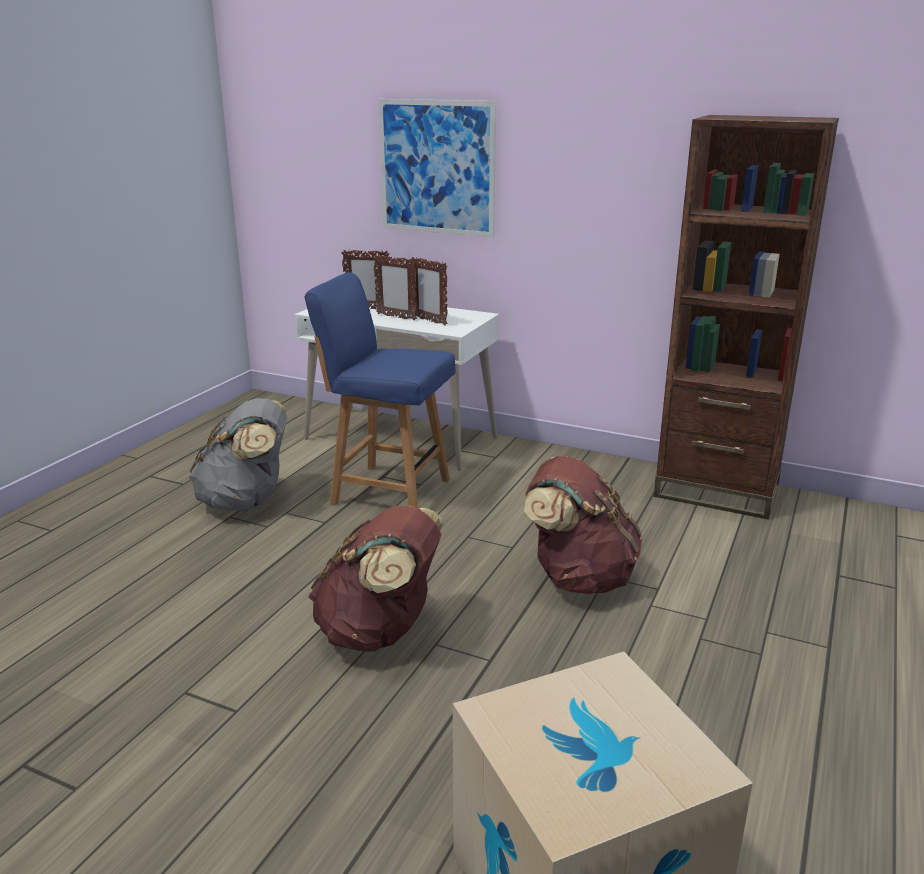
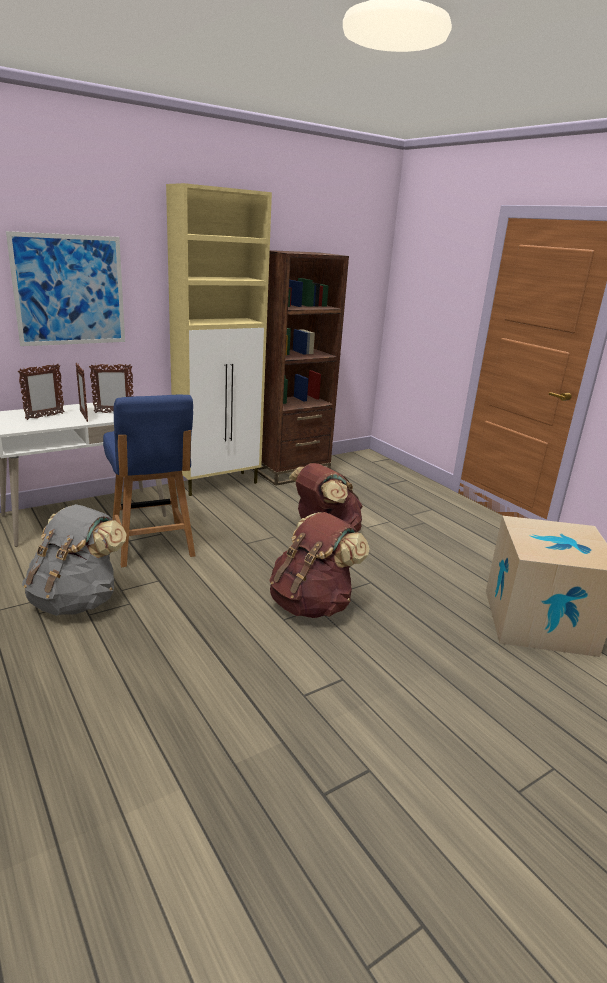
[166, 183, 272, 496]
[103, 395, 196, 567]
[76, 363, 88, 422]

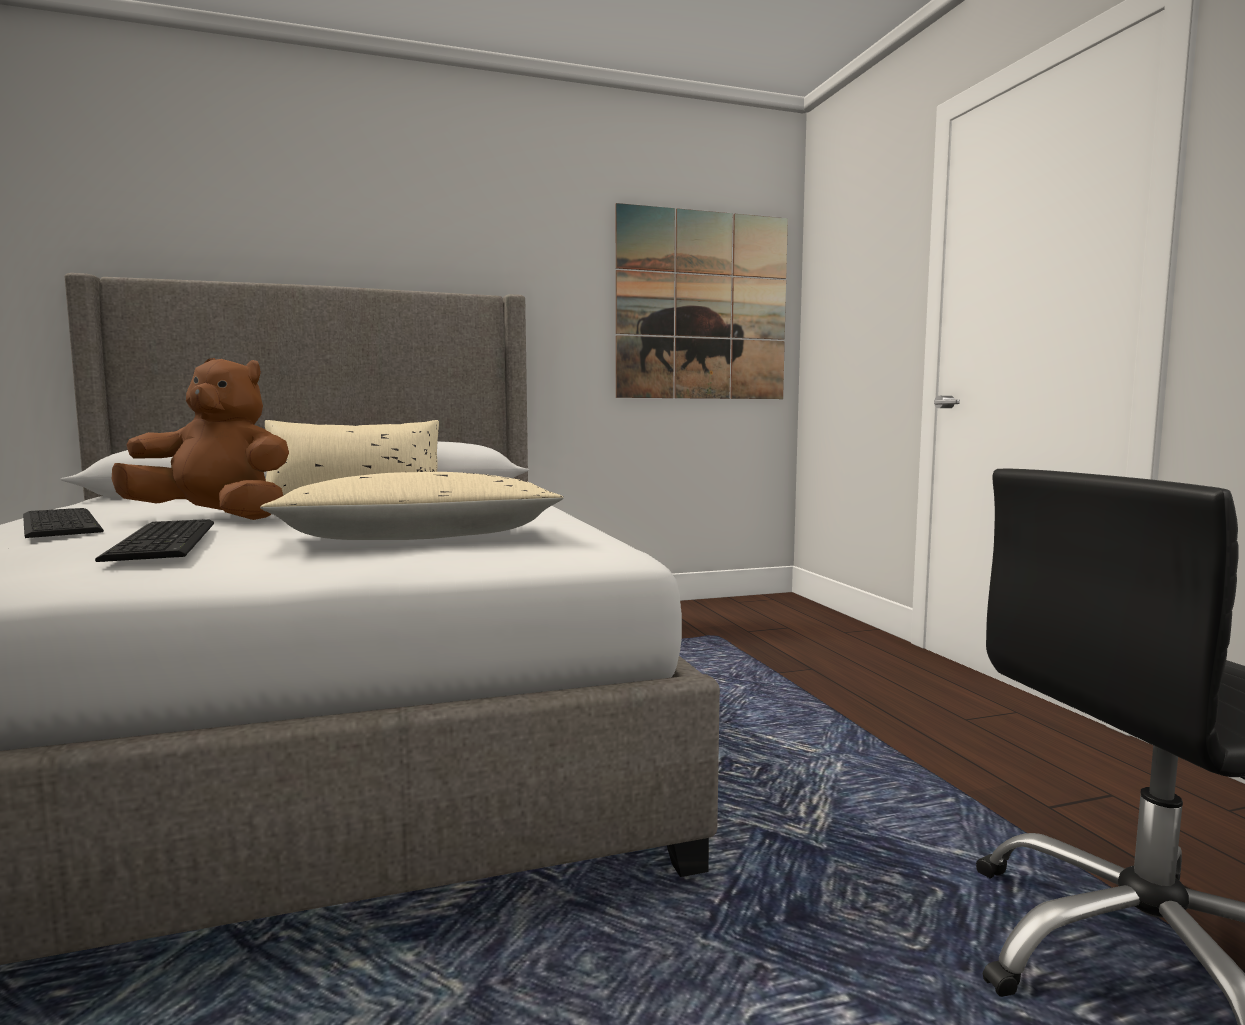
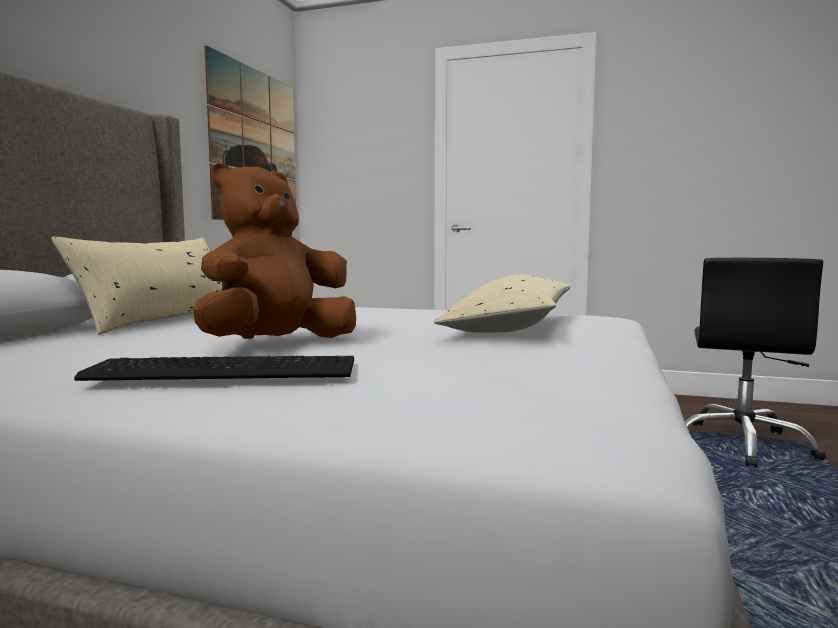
[95, 519, 214, 562] (first image)

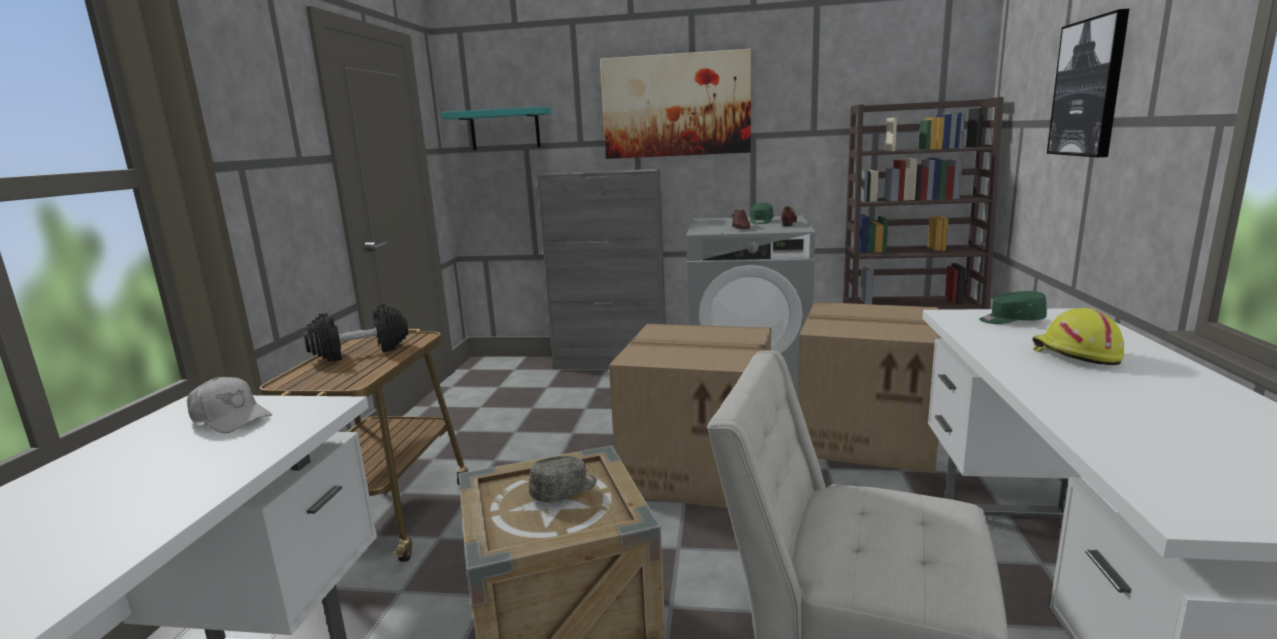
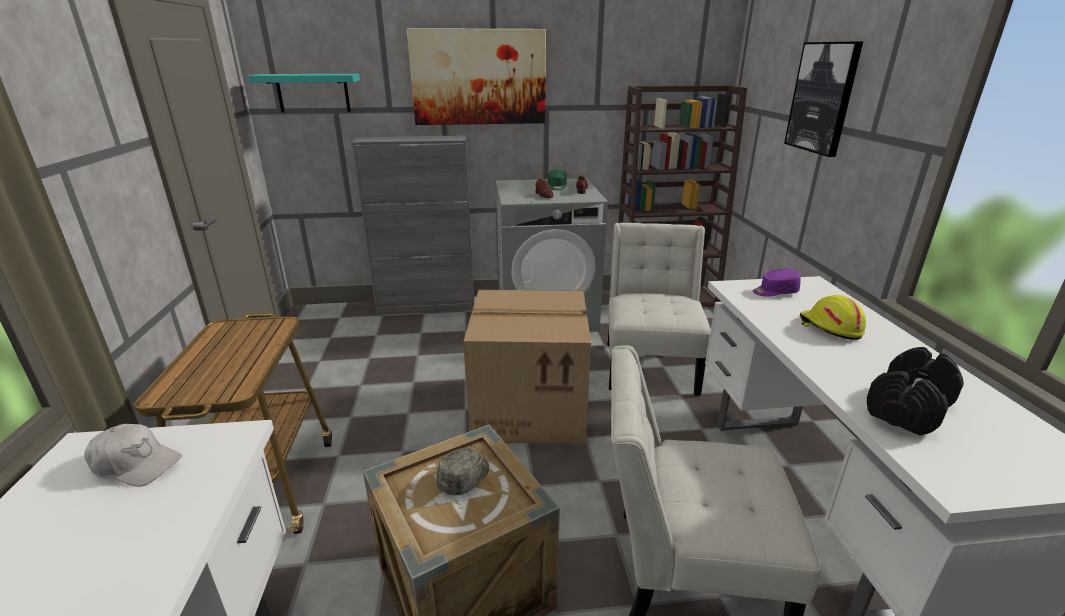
[867, 347, 964, 436]
[607, 223, 711, 396]
[753, 269, 801, 297]

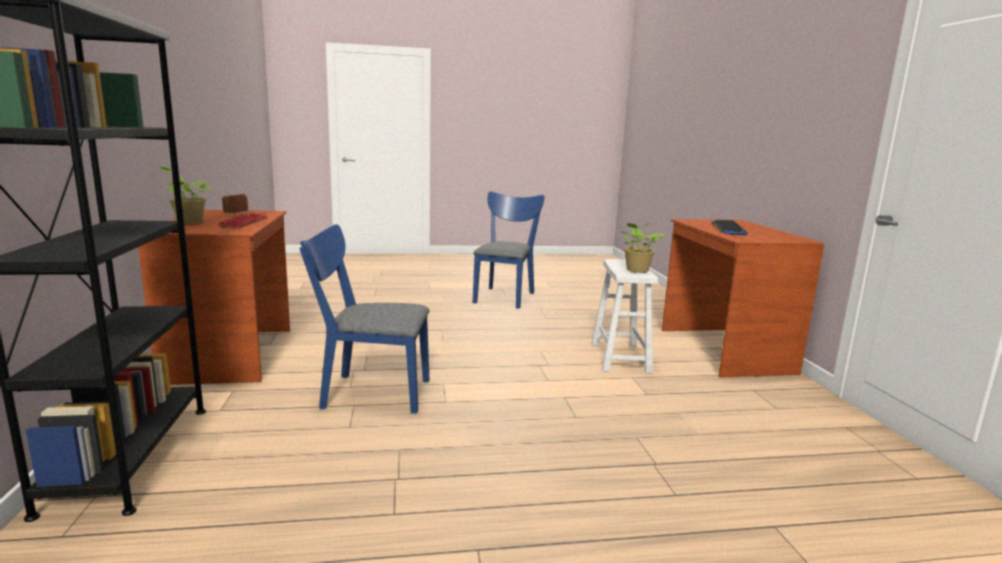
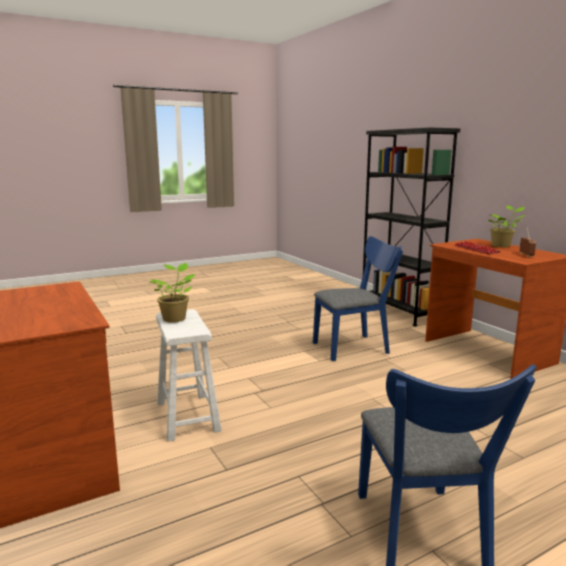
[711, 220, 748, 235] (first image)

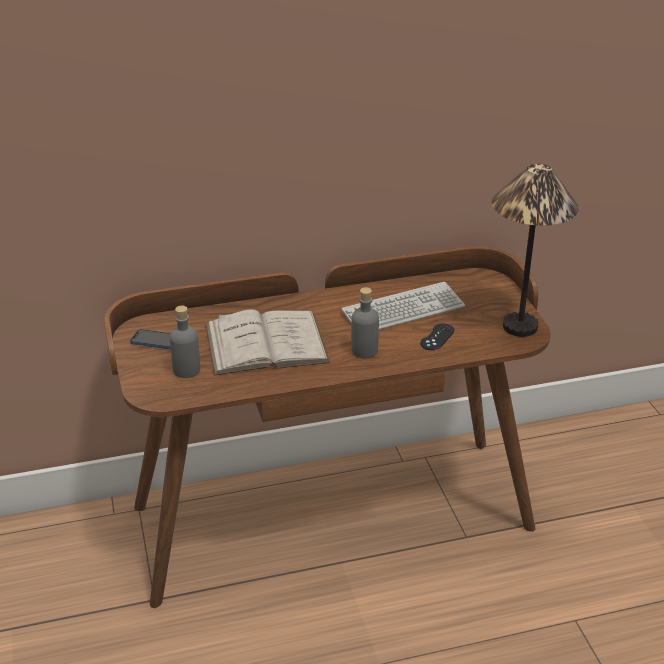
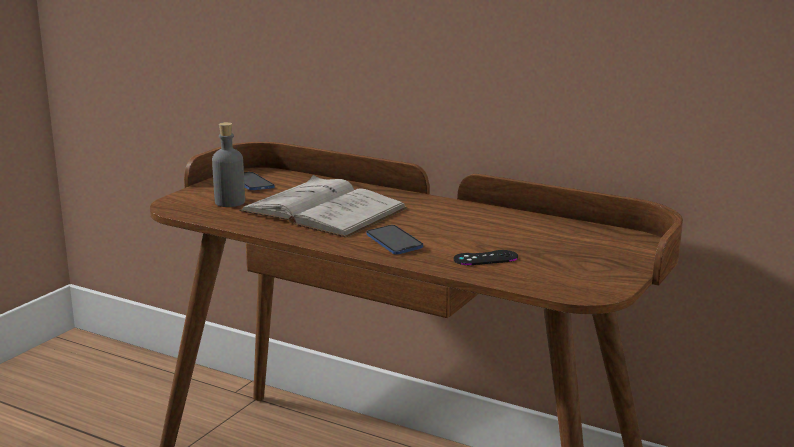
[341, 282, 465, 330] (first image)
[492, 164, 579, 337] (first image)
[367, 225, 423, 254]

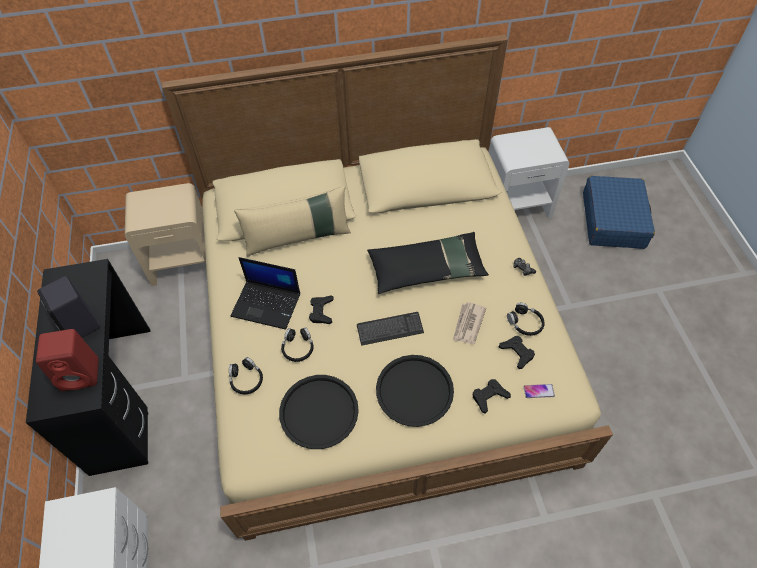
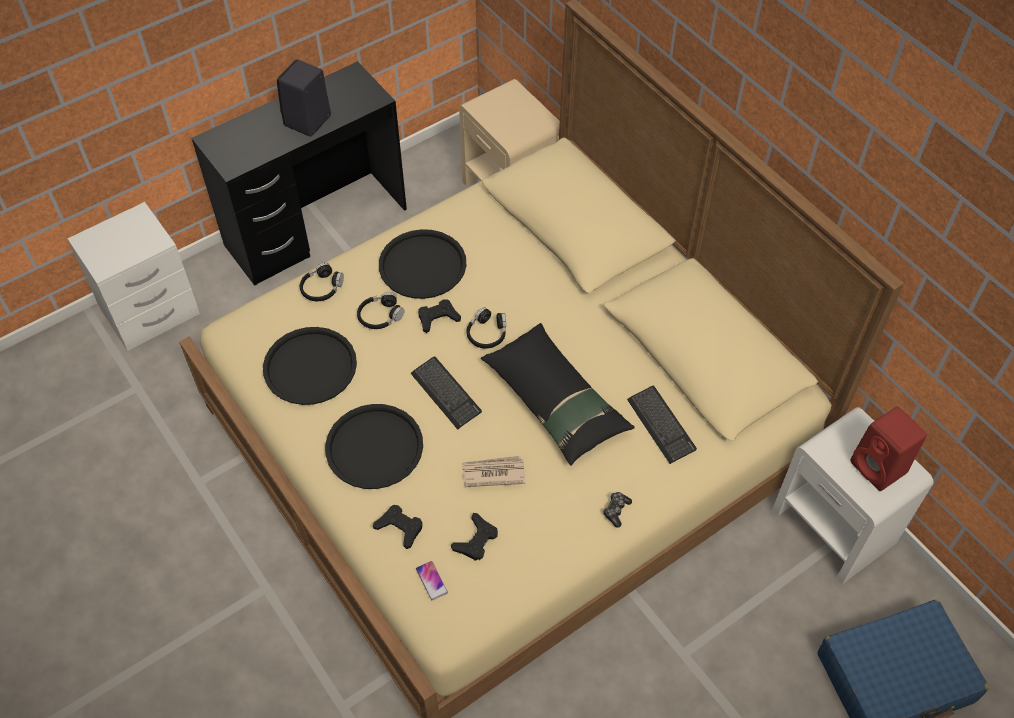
[234, 185, 351, 257] (first image)
[627, 386, 697, 464]
[850, 407, 927, 491]
[467, 307, 506, 349]
[379, 229, 466, 299]

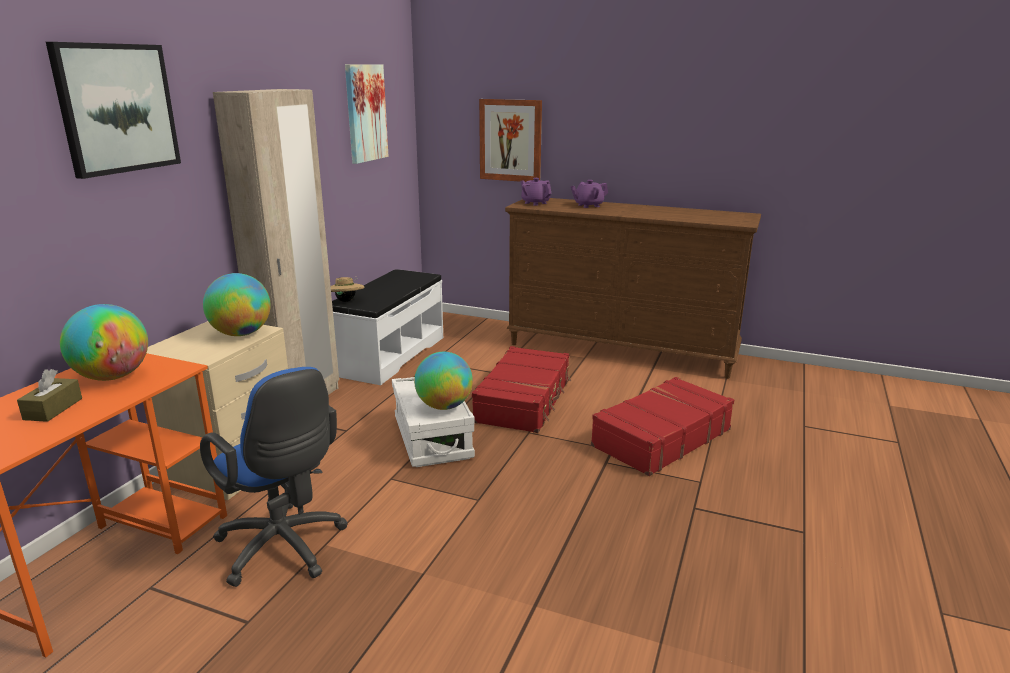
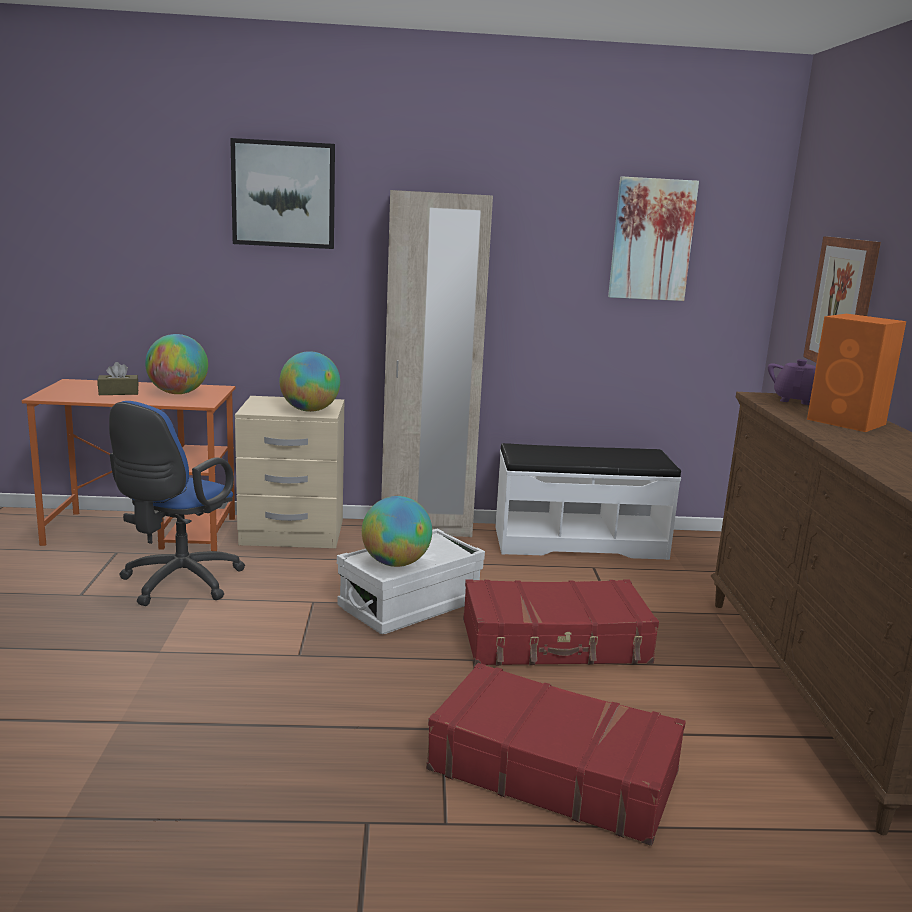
[331, 276, 365, 302] (first image)
[807, 314, 906, 432]

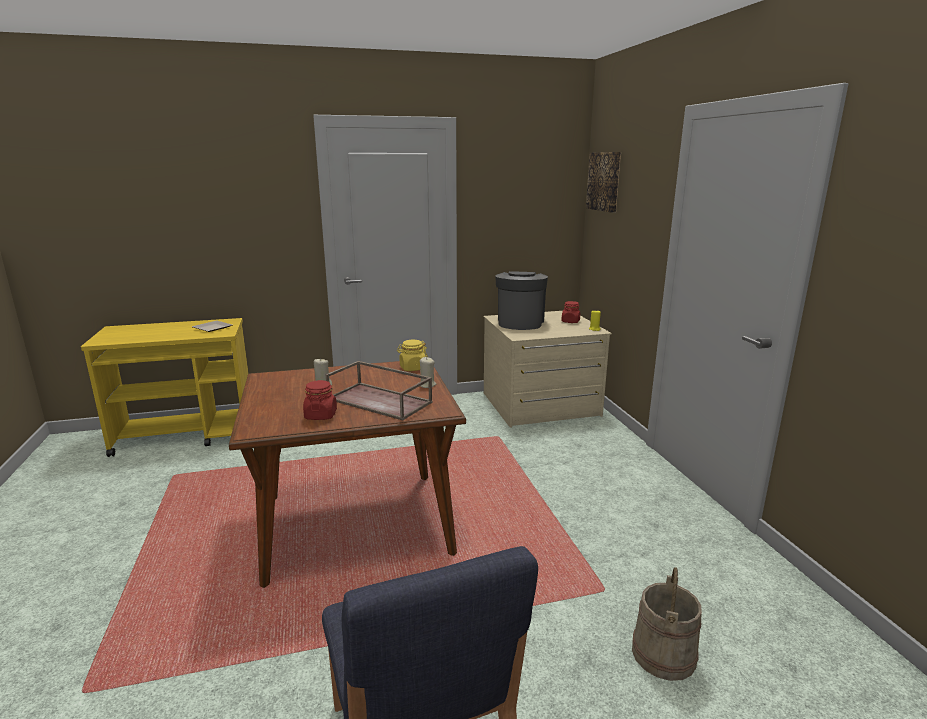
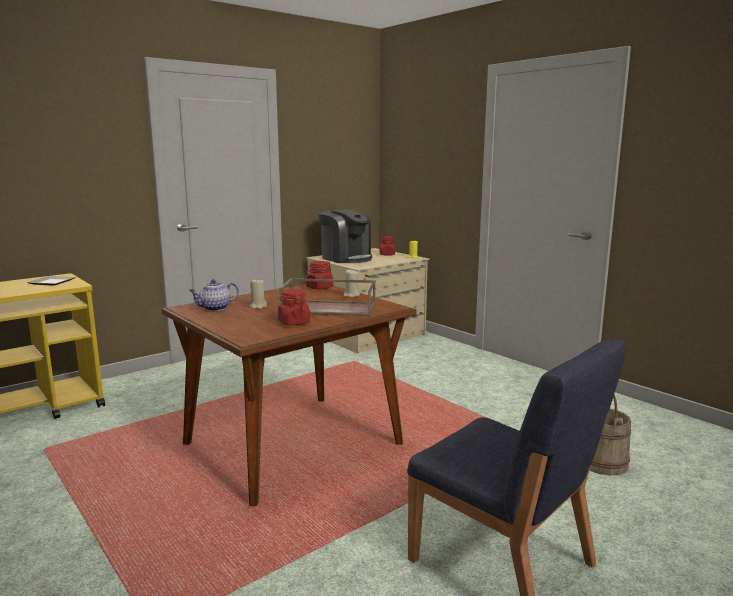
[586, 152, 621, 213] (first image)
[189, 279, 239, 311]
[306, 261, 333, 289]
[318, 209, 372, 263]

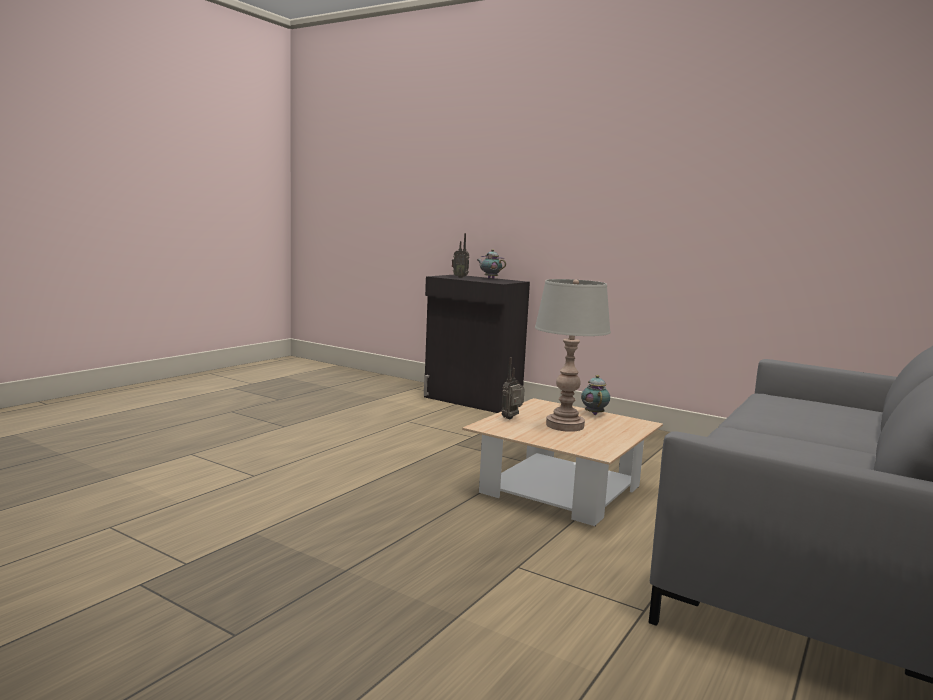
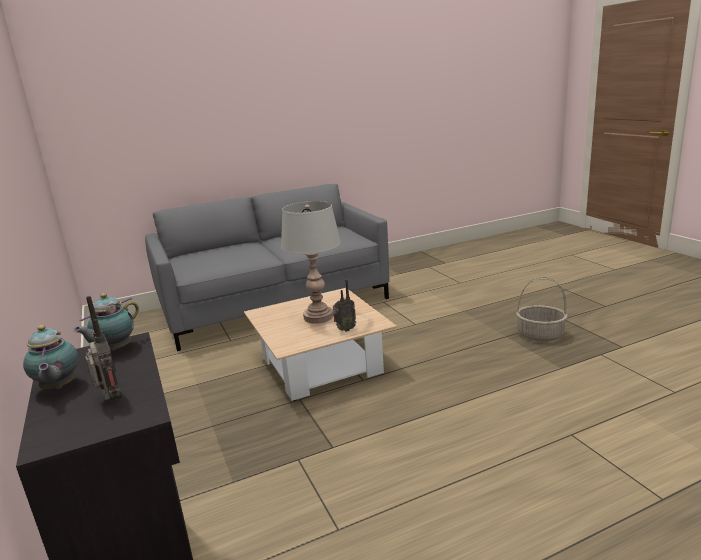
[516, 277, 568, 342]
[74, 293, 139, 351]

